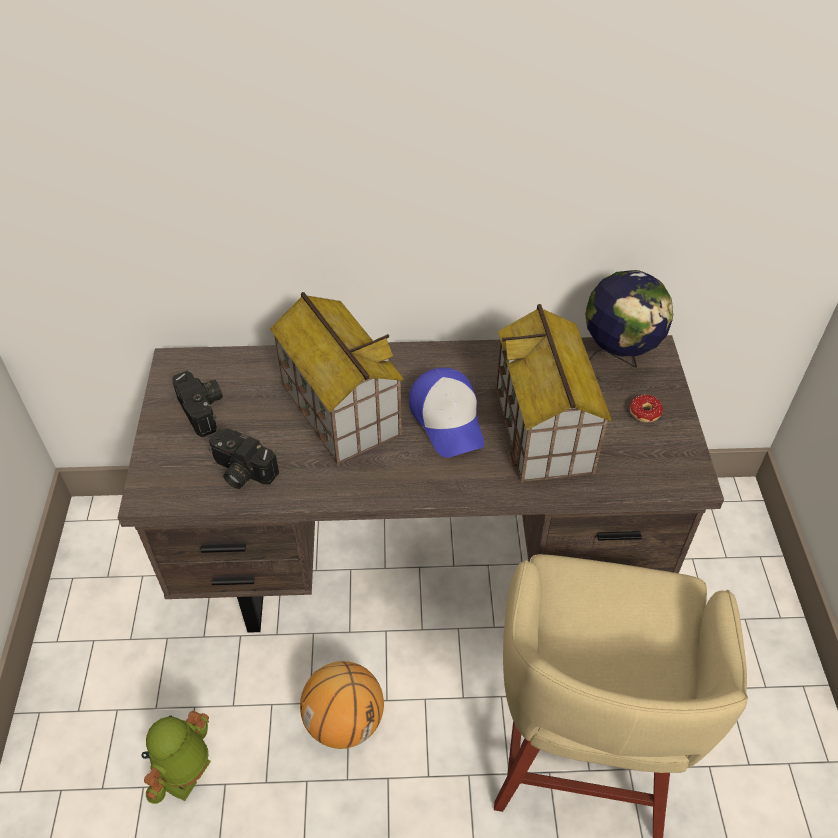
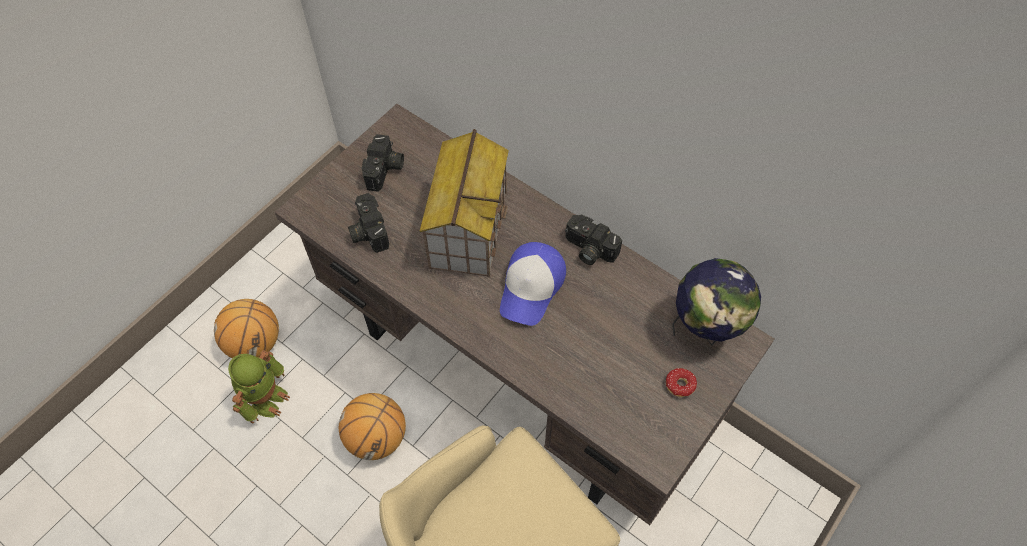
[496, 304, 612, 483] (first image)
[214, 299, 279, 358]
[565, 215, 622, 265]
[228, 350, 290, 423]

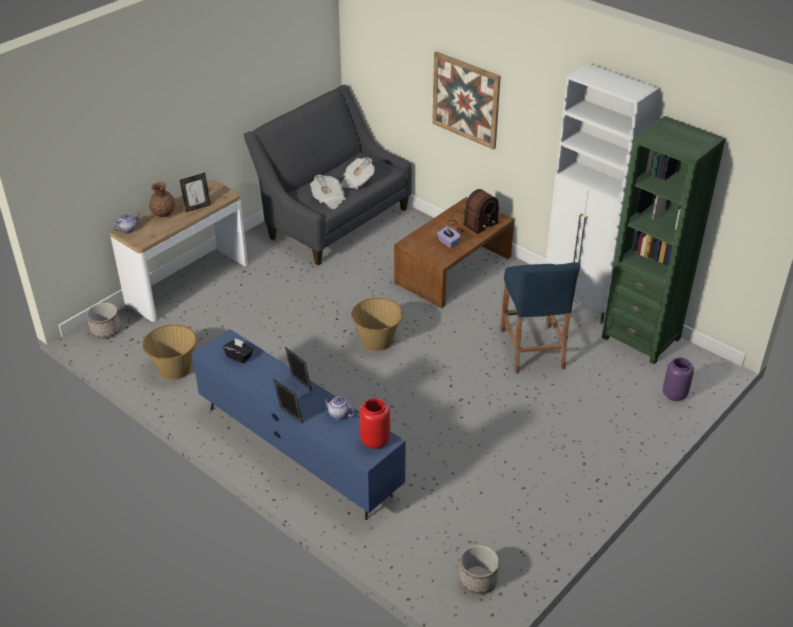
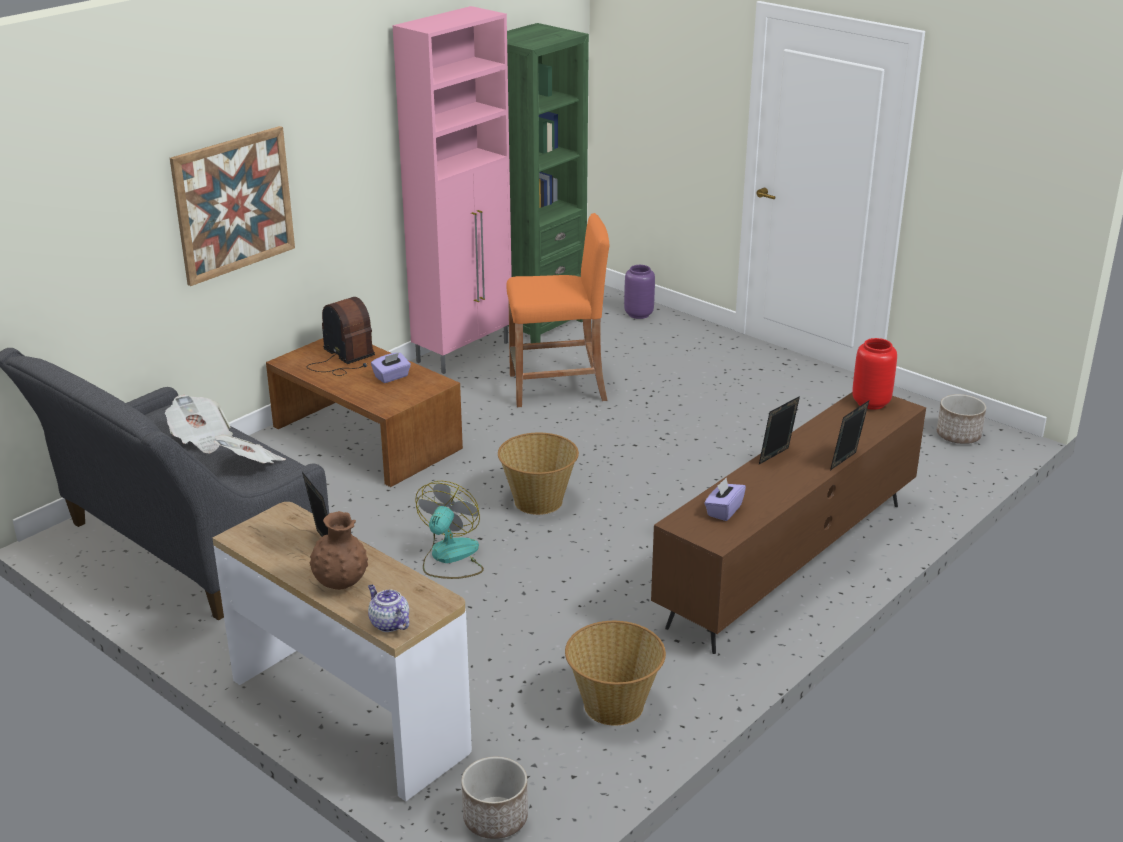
[323, 396, 355, 420] (first image)
[415, 481, 484, 579]
[651, 392, 926, 654]
[704, 478, 746, 521]
[506, 213, 610, 407]
[393, 6, 512, 374]

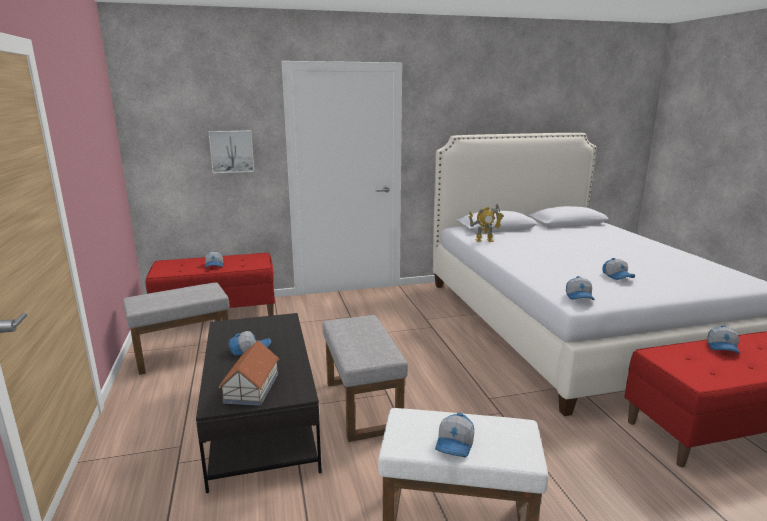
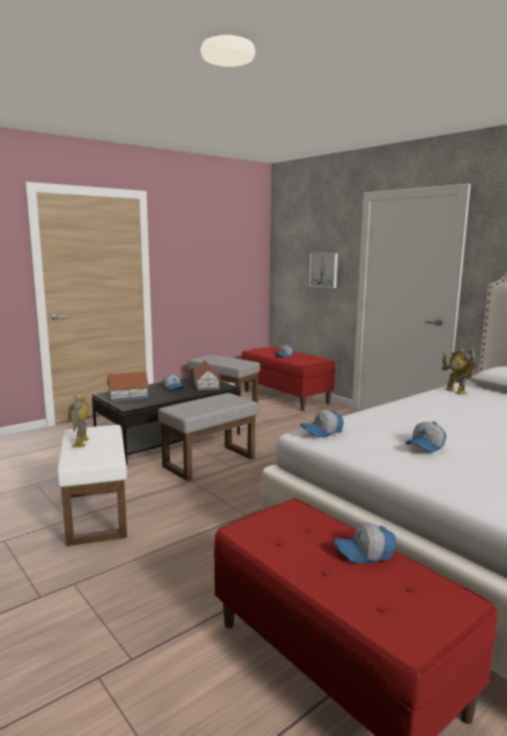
[193, 360, 221, 391]
[68, 396, 90, 448]

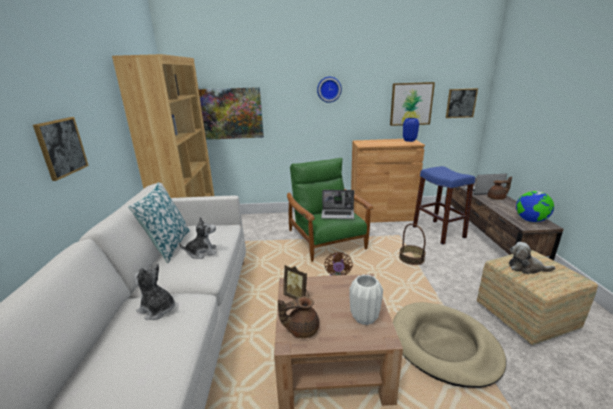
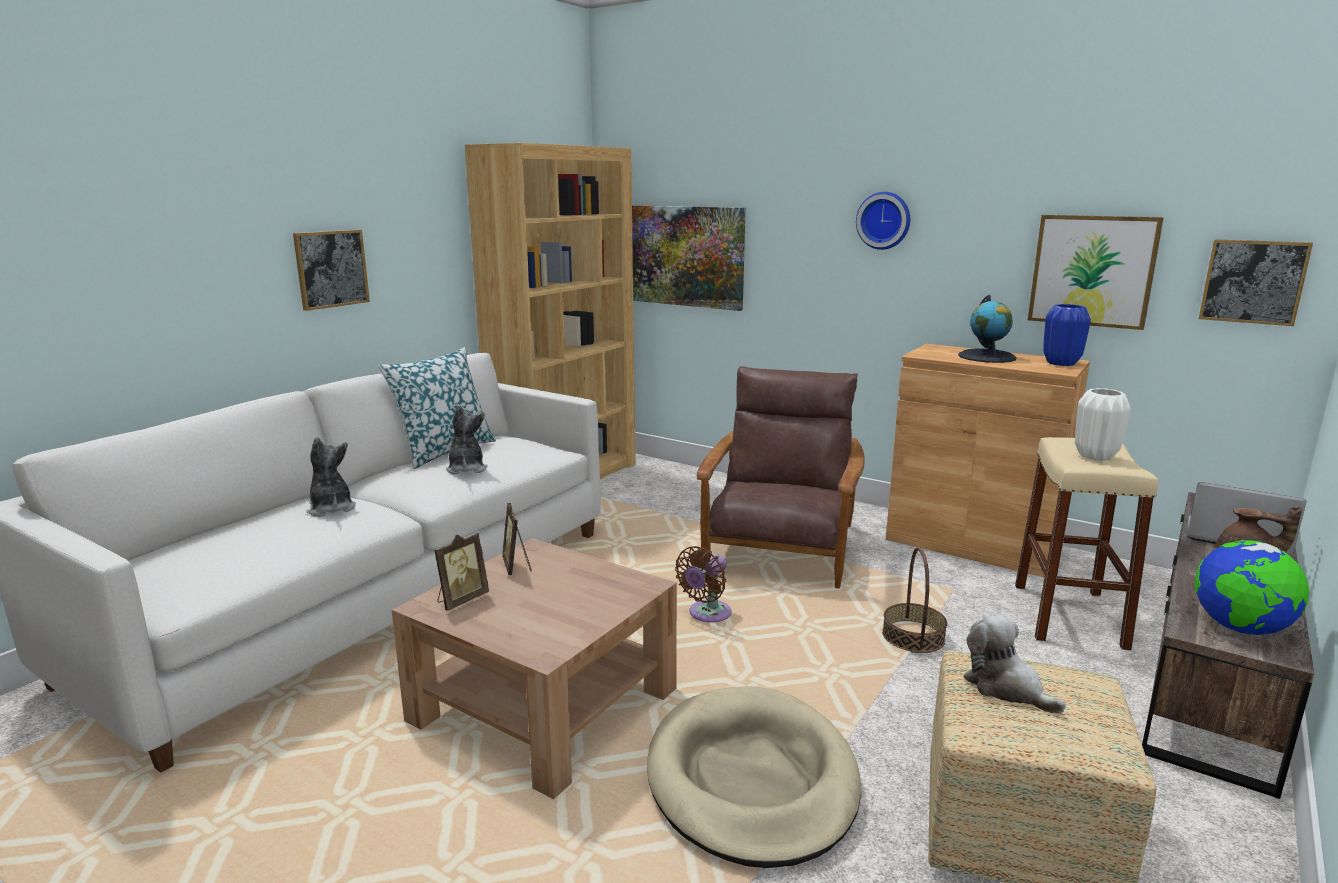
[321, 190, 354, 219] (first image)
[958, 295, 1017, 363]
[1075, 388, 1130, 461]
[434, 533, 489, 611]
[697, 366, 865, 588]
[1015, 437, 1158, 651]
[446, 405, 488, 475]

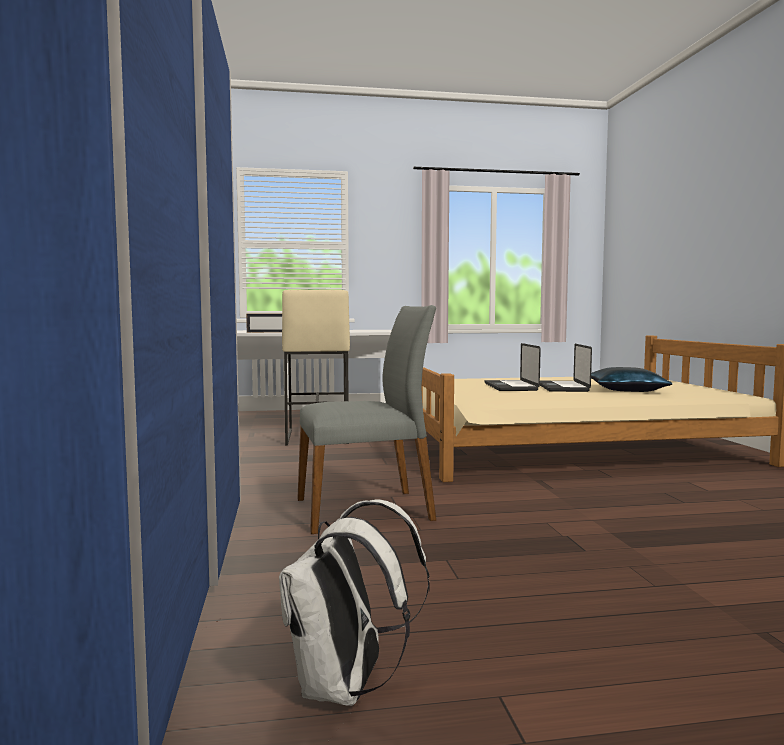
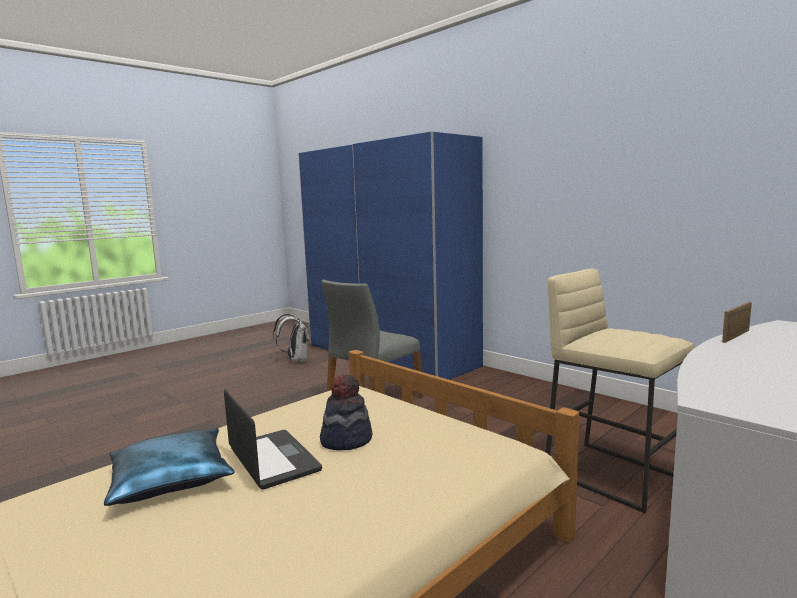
[320, 374, 372, 450]

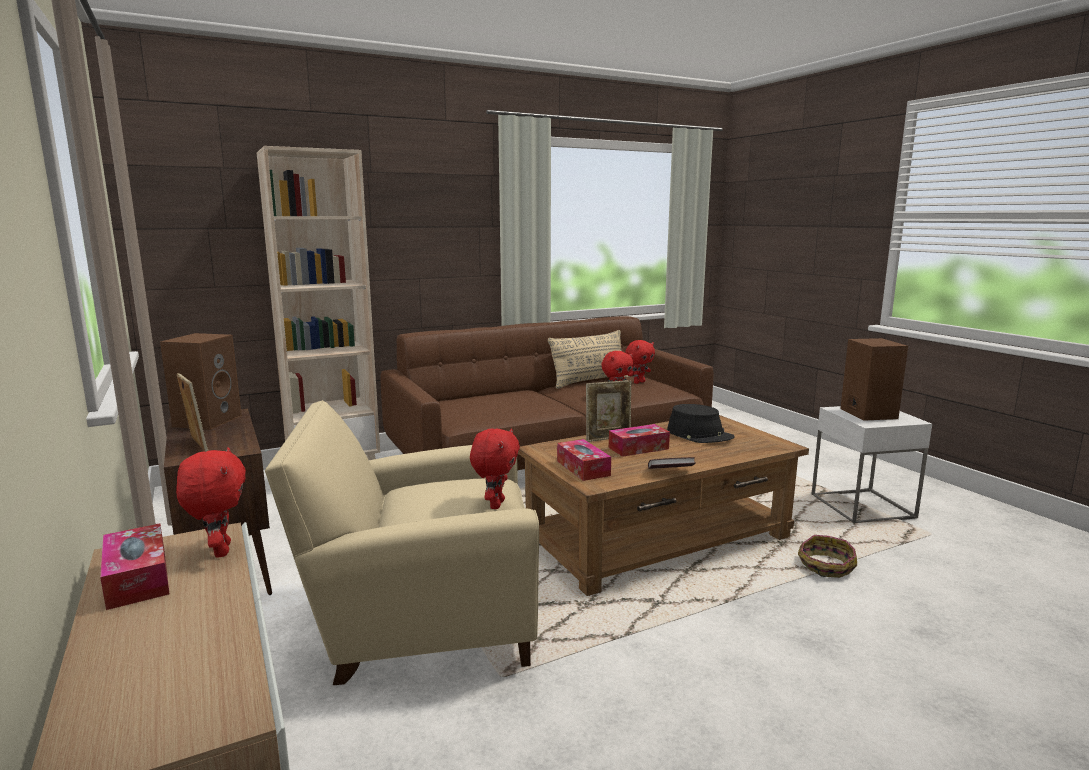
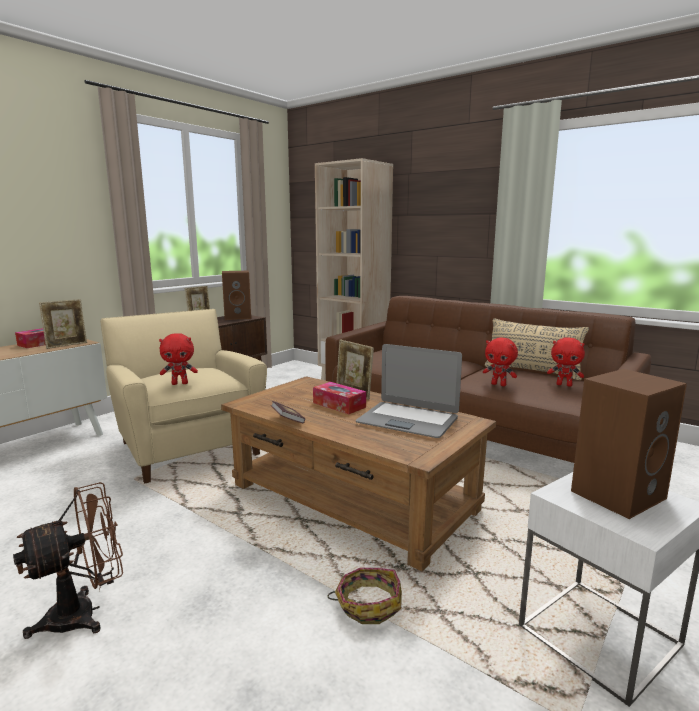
[557, 439, 611, 481] (first image)
[13, 482, 123, 639]
[39, 299, 87, 349]
[356, 344, 462, 438]

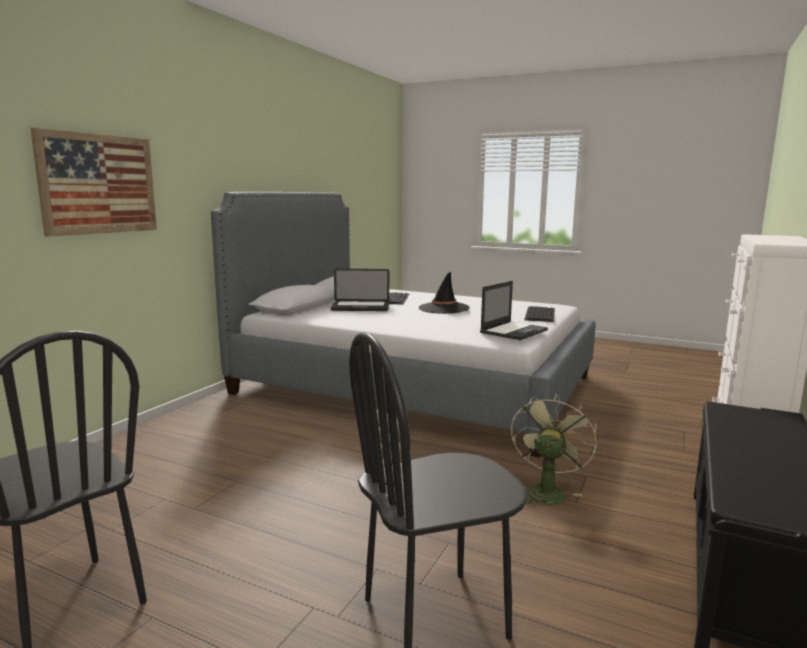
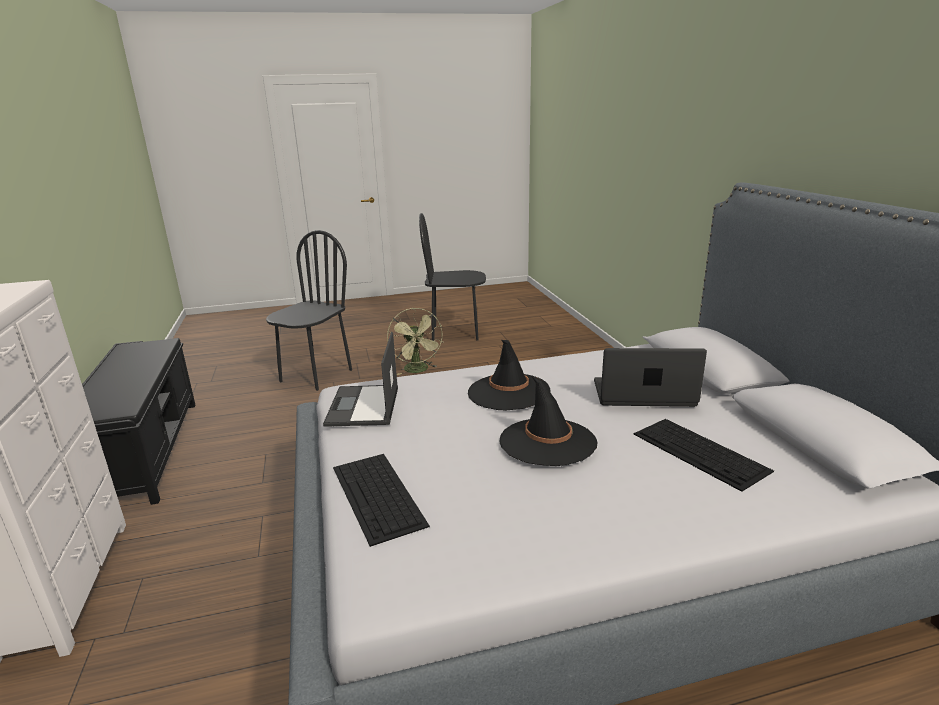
[30, 128, 157, 237] (first image)
[468, 340, 551, 410]
[387, 308, 444, 375]
[594, 348, 707, 407]

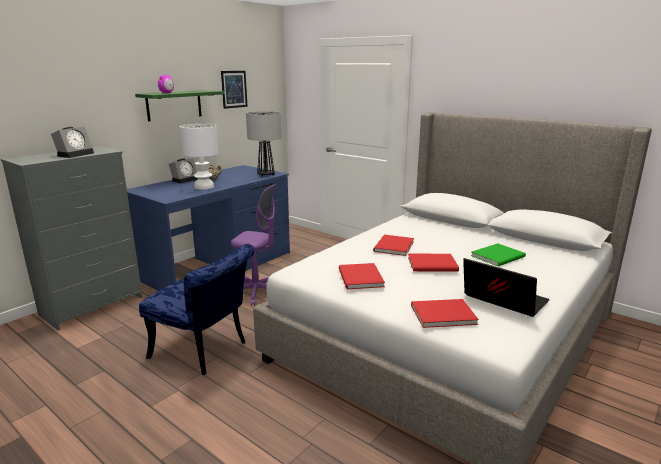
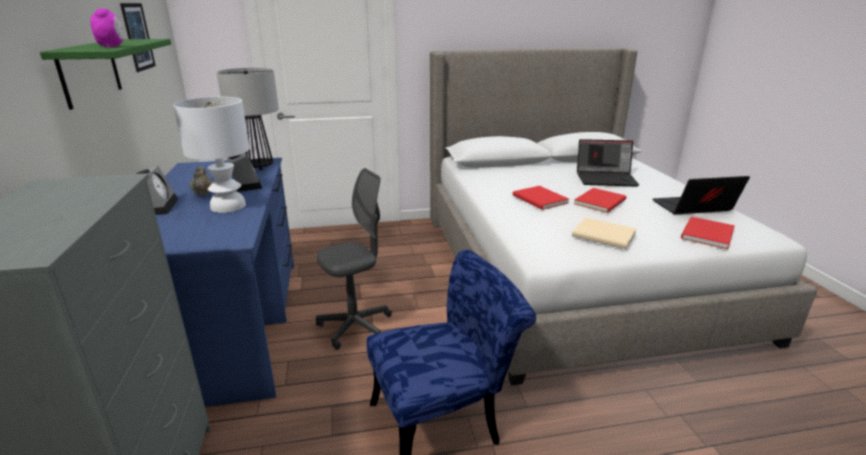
[227, 152, 262, 192]
[577, 139, 639, 187]
[316, 168, 392, 350]
[572, 218, 637, 249]

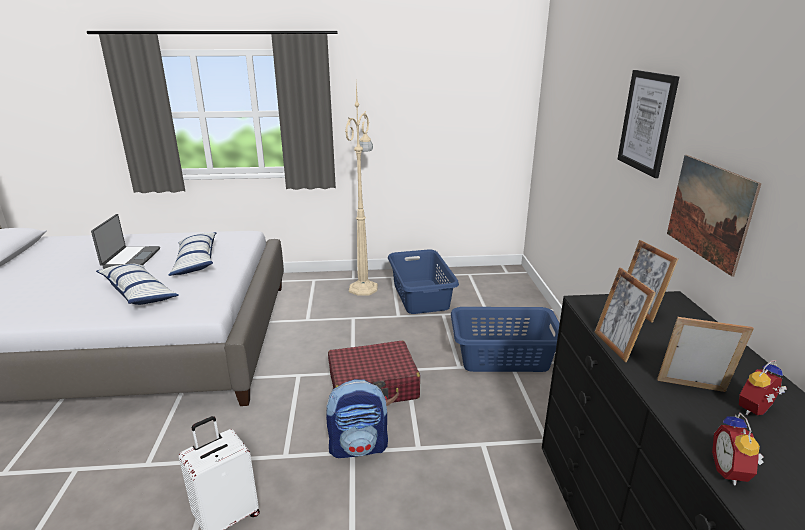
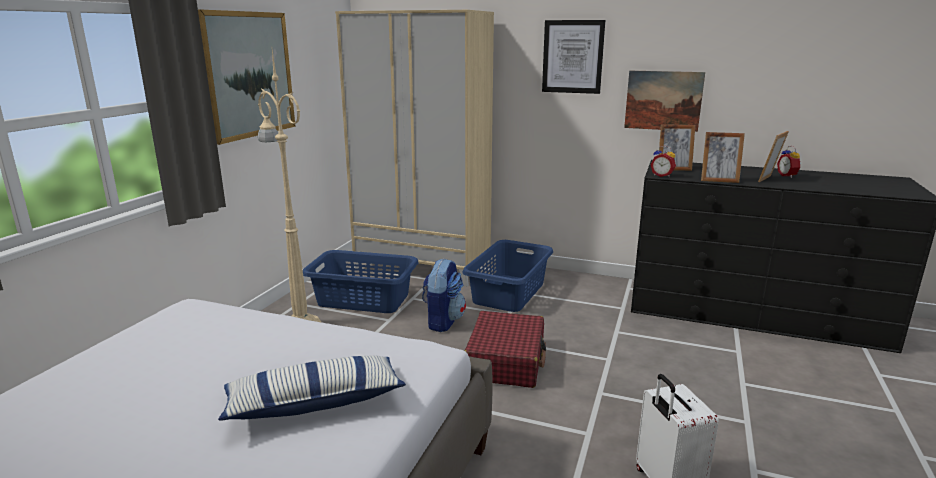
[91, 214, 160, 269] (first image)
[169, 232, 216, 276] (first image)
[198, 9, 296, 145]
[335, 10, 494, 287]
[422, 258, 466, 332]
[650, 146, 676, 177]

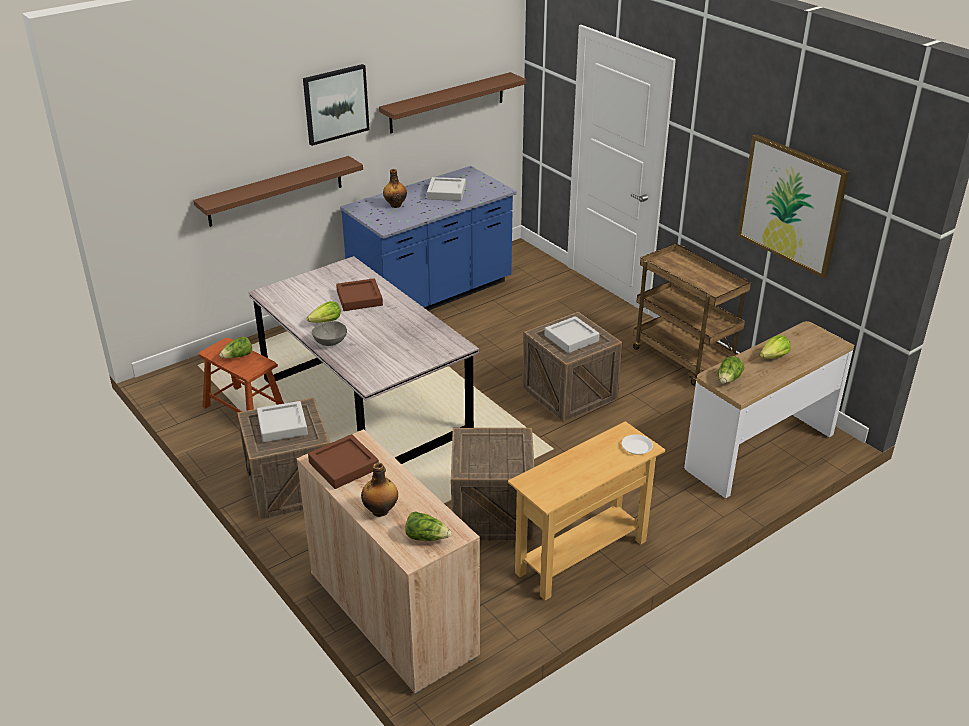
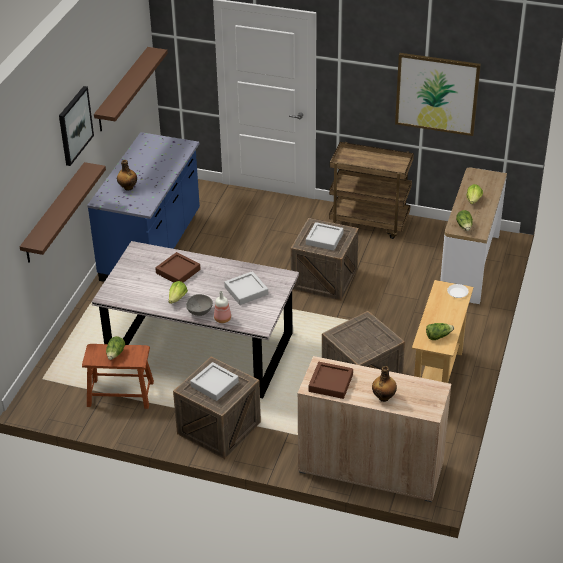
[214, 291, 231, 323]
[426, 323, 454, 340]
[224, 271, 268, 305]

